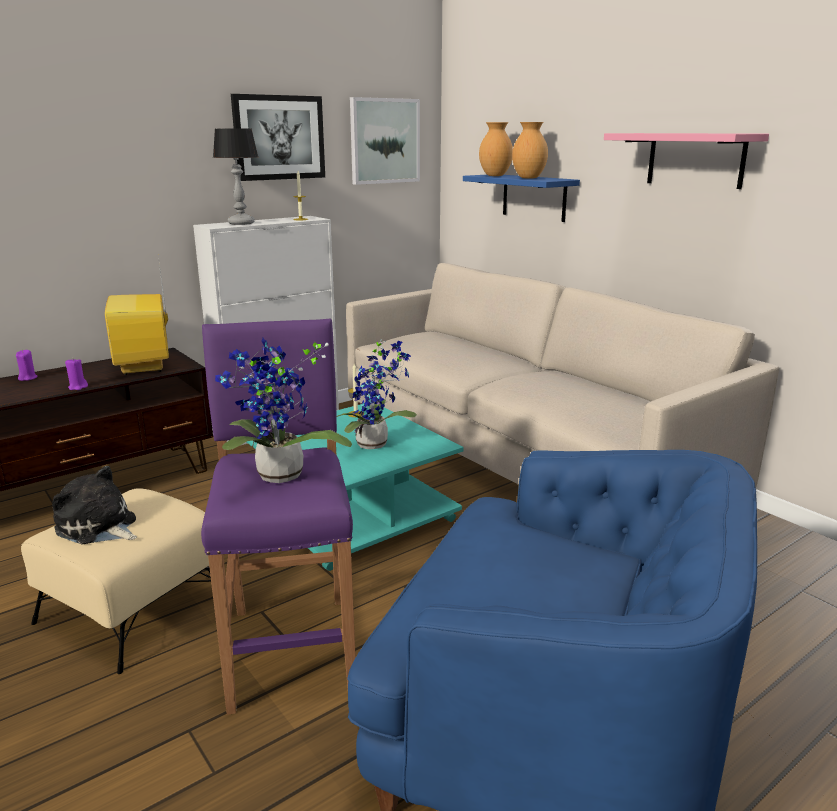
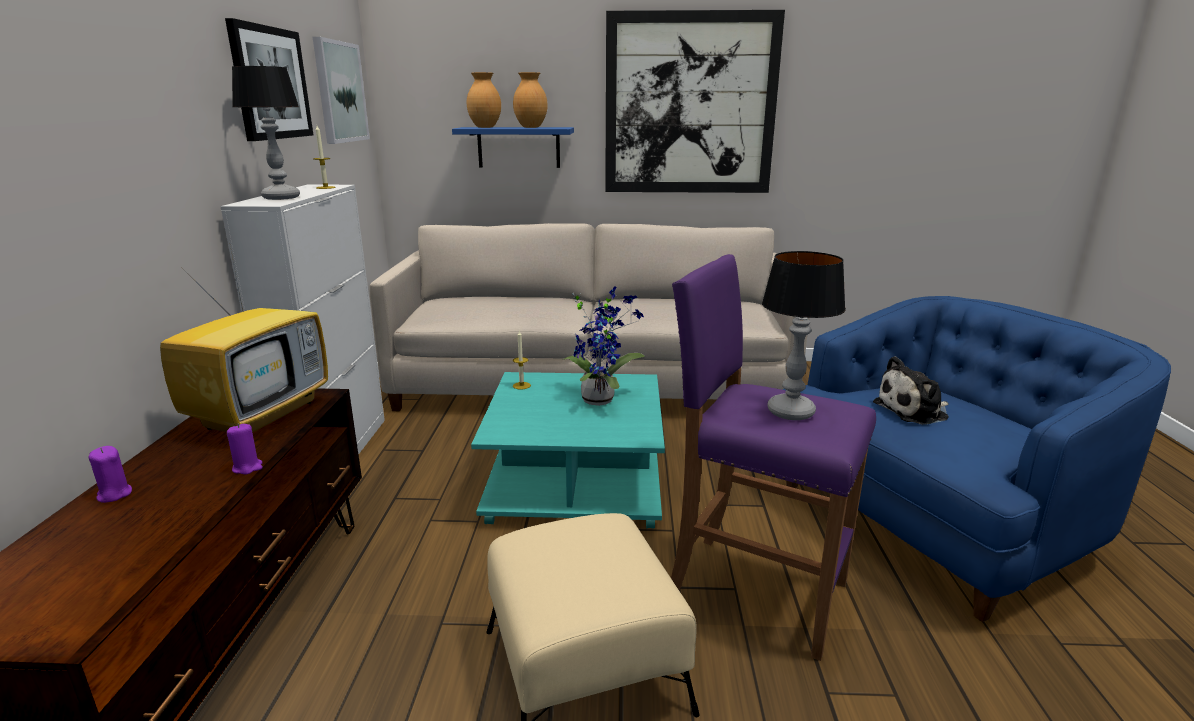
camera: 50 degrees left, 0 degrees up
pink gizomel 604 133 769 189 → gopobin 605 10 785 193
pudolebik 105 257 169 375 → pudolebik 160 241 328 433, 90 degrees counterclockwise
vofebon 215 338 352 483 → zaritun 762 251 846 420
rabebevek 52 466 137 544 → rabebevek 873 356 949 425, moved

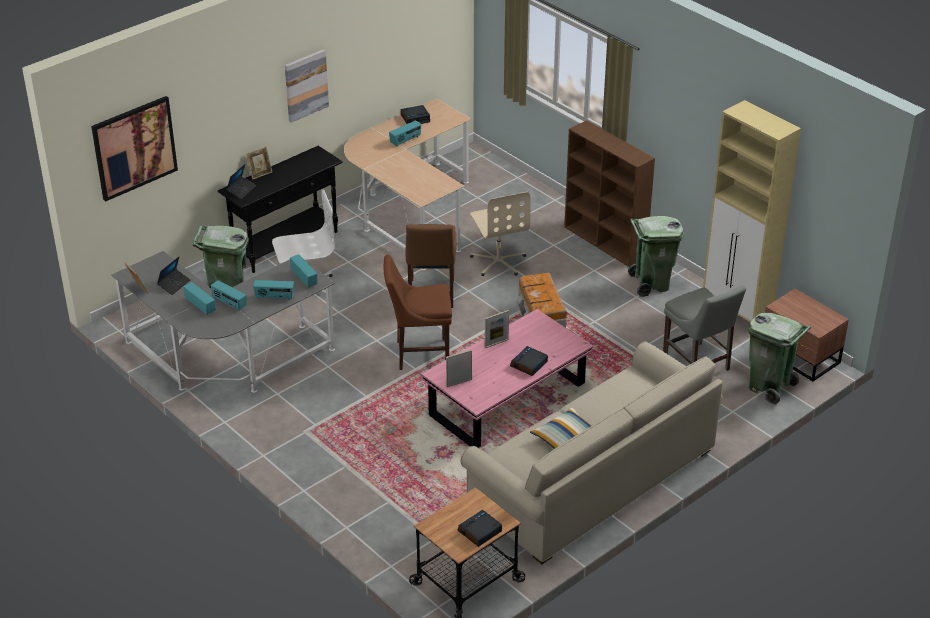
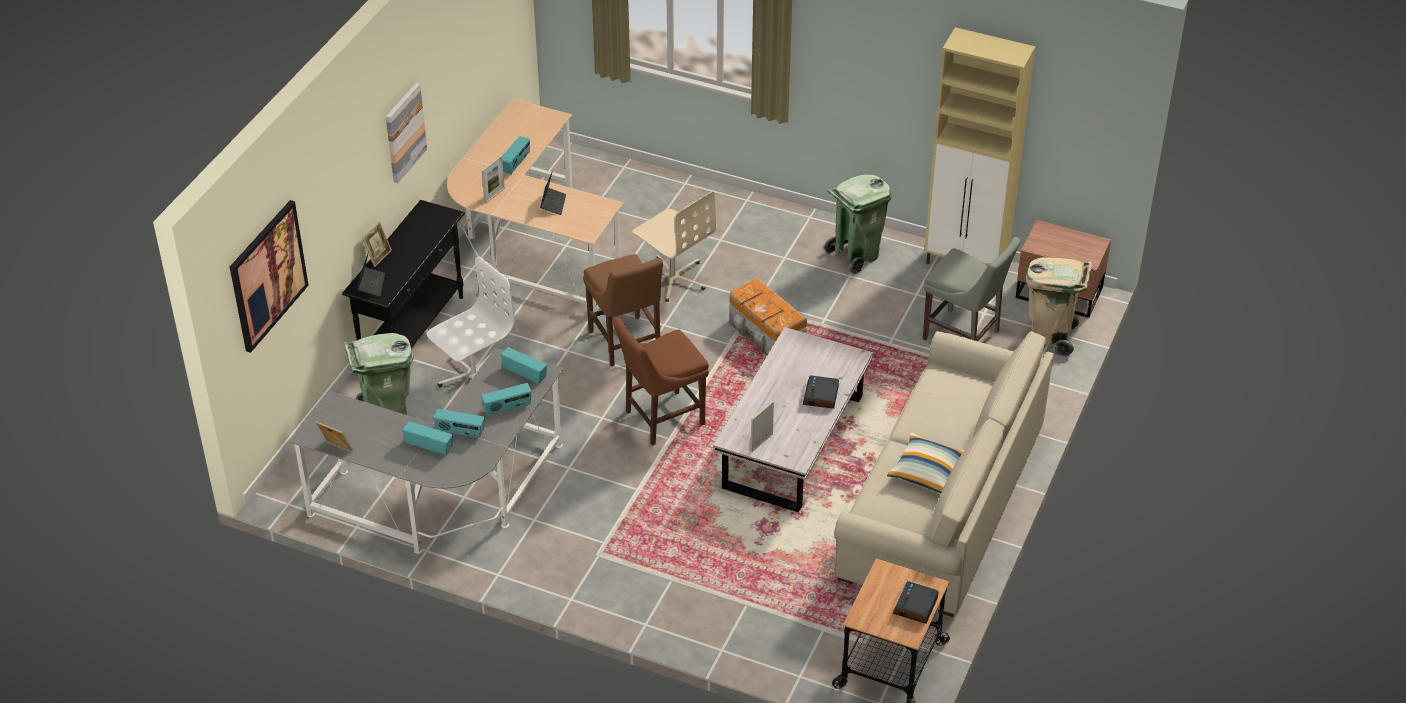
camera: 25 degrees left, 5 degrees up
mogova 401 105 430 124 → -
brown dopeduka 564 120 655 267 → -
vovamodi 157 257 191 295 → vovamodi 540 171 566 215, moved
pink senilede 421 309 593 448 → white senilede 713 327 873 512
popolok 485 310 509 348 → popolok 482 155 505 204, moved
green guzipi 748 313 811 405 → beige guzipi 1026 257 1092 357

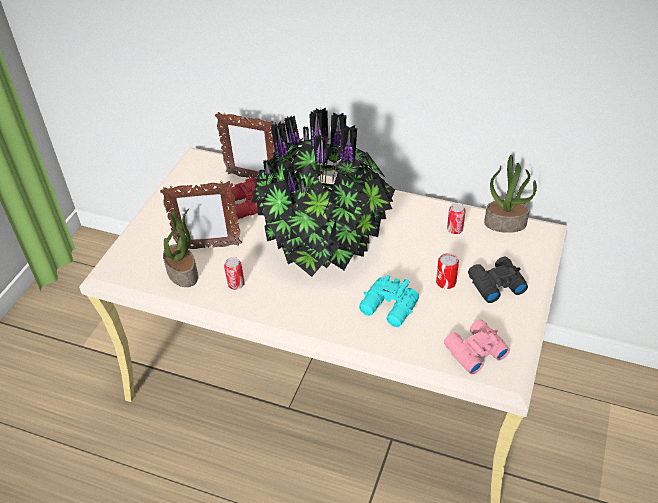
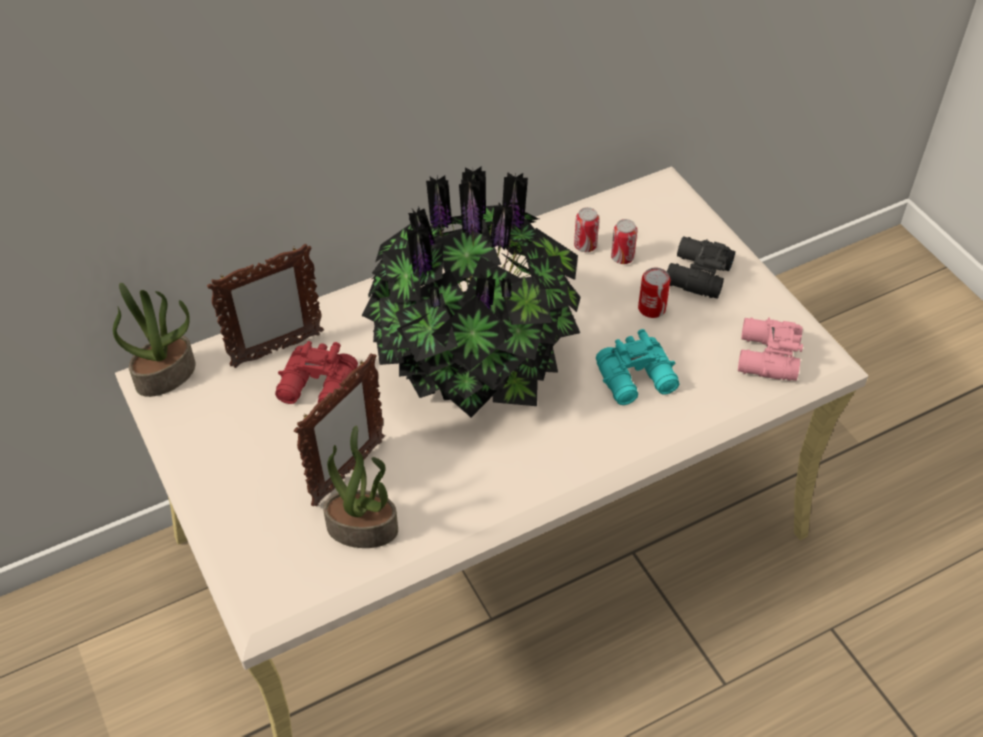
camera: 50 degrees left, 5 degrees up
vofebon 484 155 537 233 → vofebon 113 283 196 397, moved
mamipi 224 257 245 290 → mamipi 611 219 637 264, moved

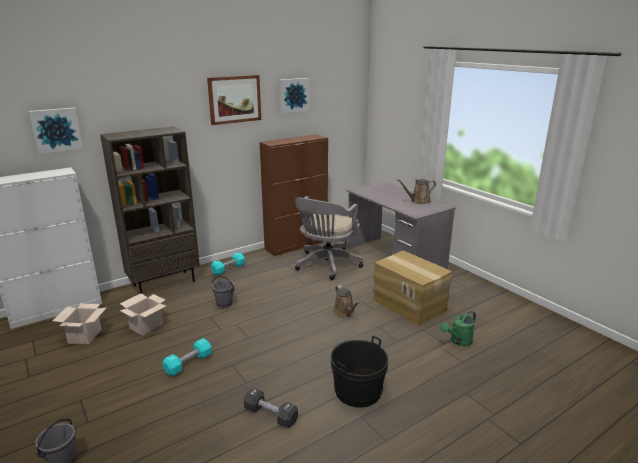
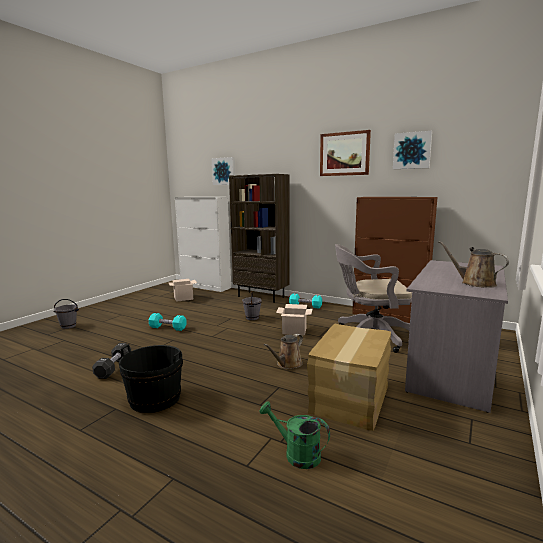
camera: 65 degrees right, 10 degrees down
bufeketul 120 293 166 336 → bufeketul 276 304 313 336, moved

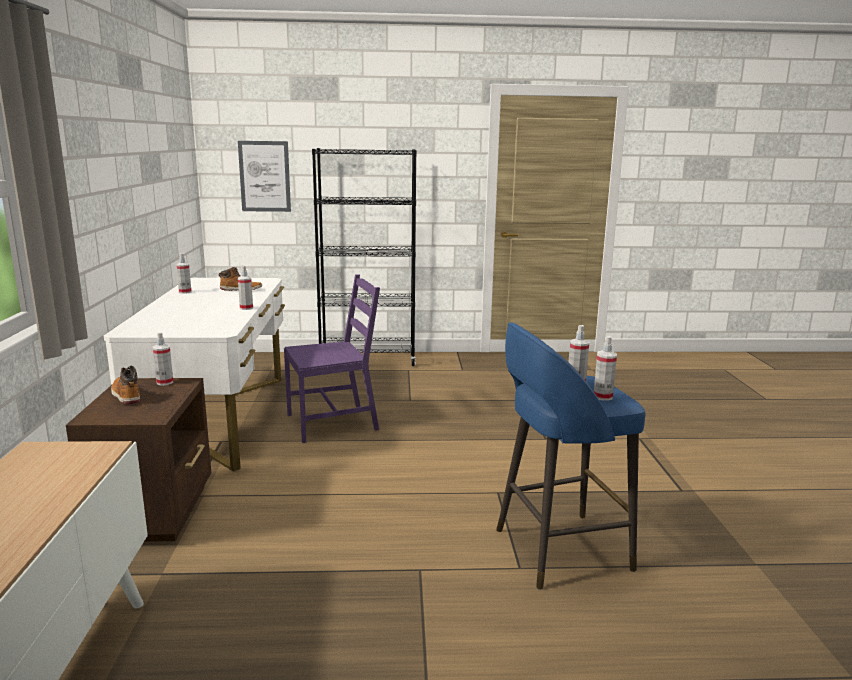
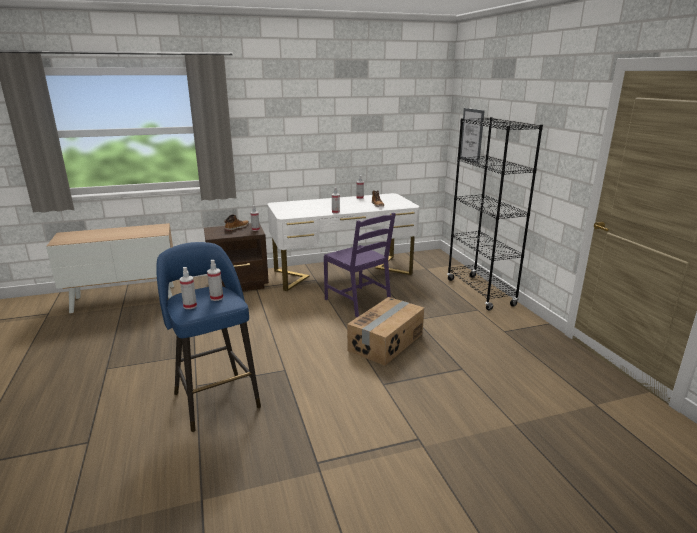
camera: 75 degrees right, 5 degrees up
- → bufeketul 347 297 424 366

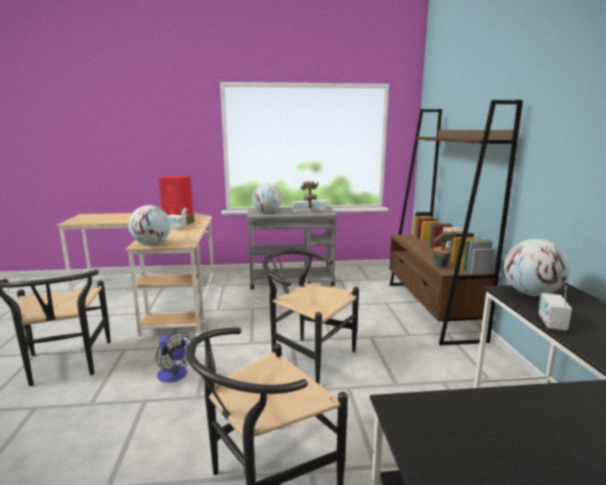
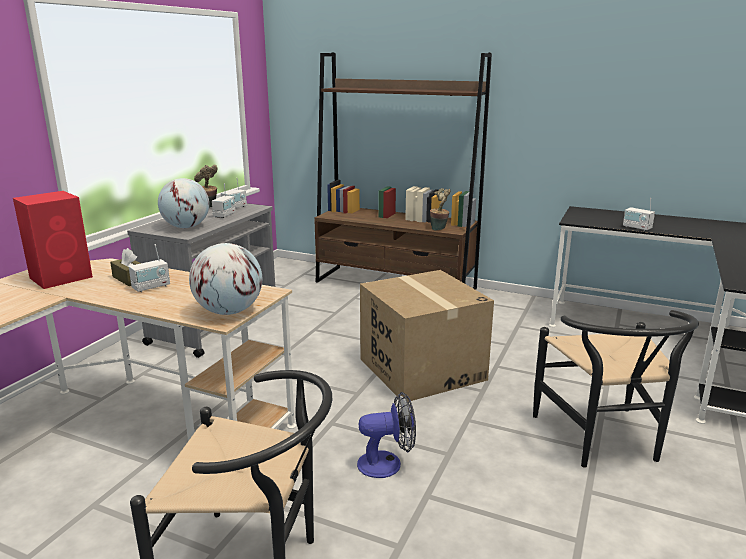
camera: 60 degrees left, 5 degrees up
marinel 504 239 570 296 → -
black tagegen 263 250 359 385 → bufeketul 360 270 494 402

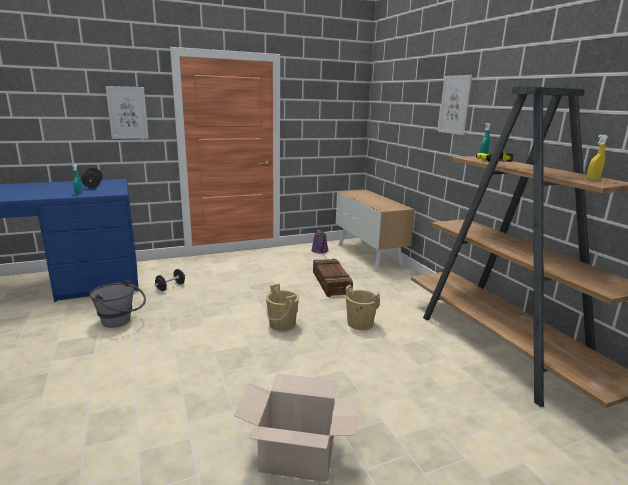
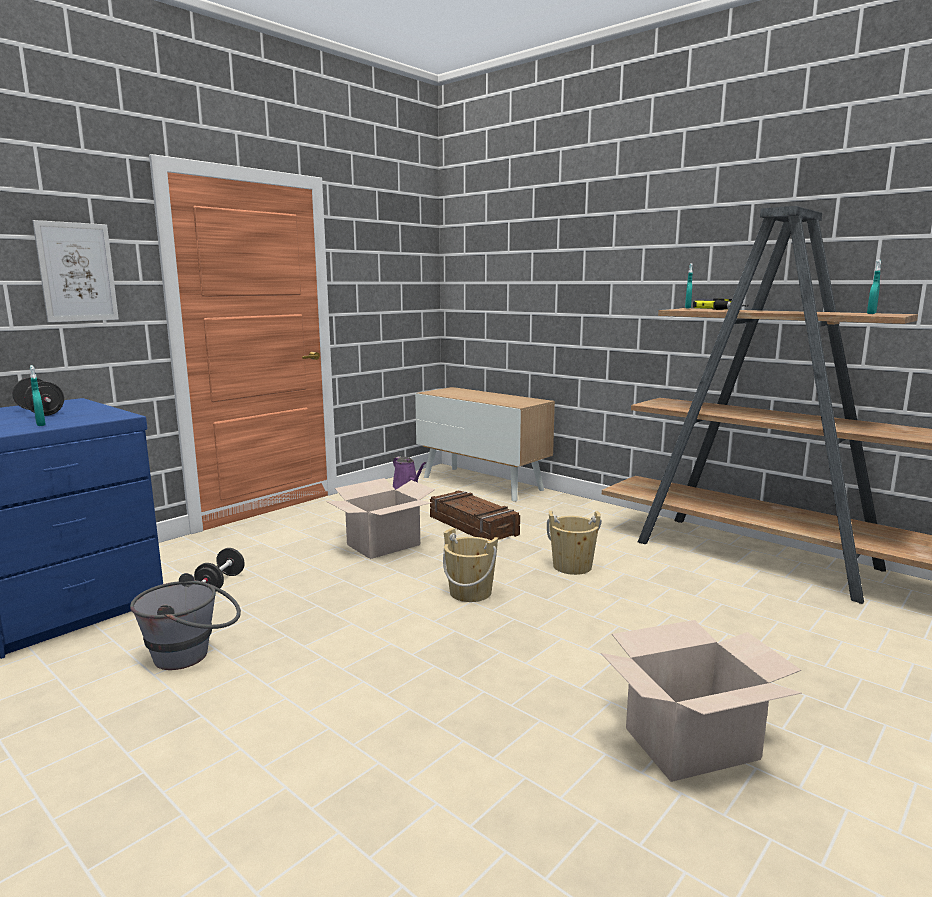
camera: 25 degrees left, 5 degrees down
gopobin 438 75 472 135 → -
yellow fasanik 587 135 608 180 → turquoise fasanik 867 259 881 314
- → bufeketul 326 478 435 559

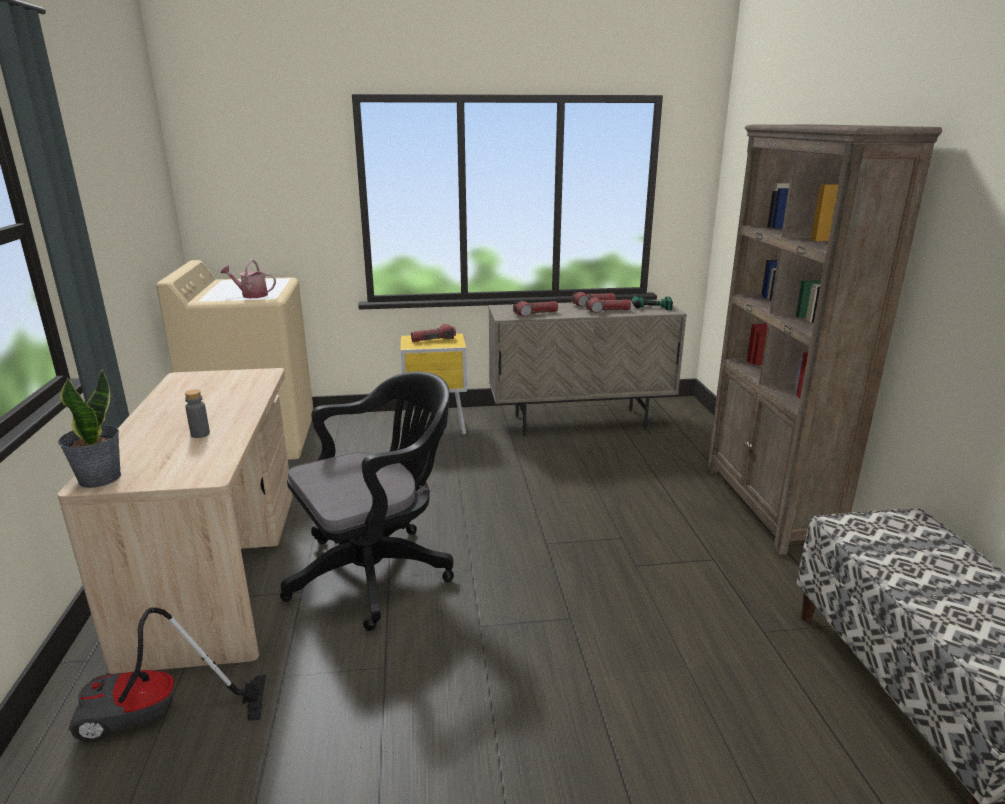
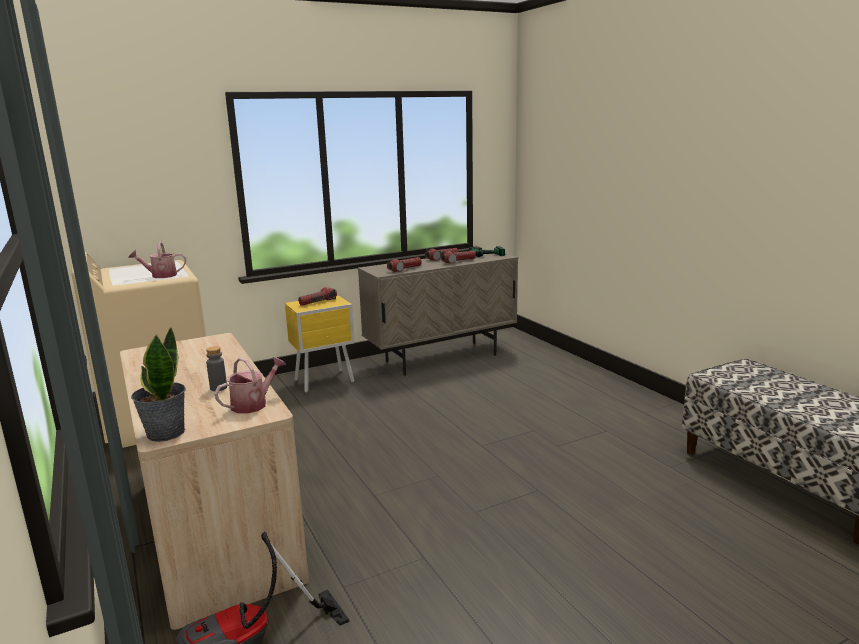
camera: 20 degrees left, 5 degrees down
brown dopeduka 706 124 942 555 → -
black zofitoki 280 371 454 631 → -
- → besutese 214 357 286 414

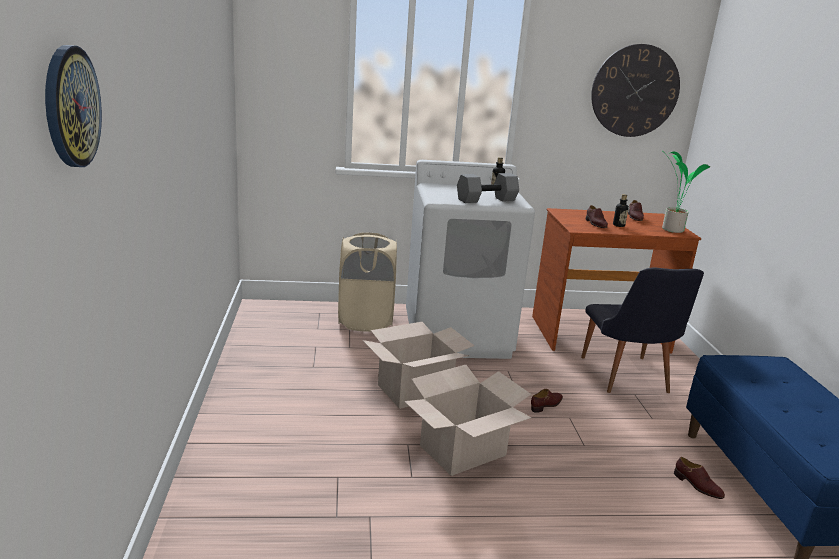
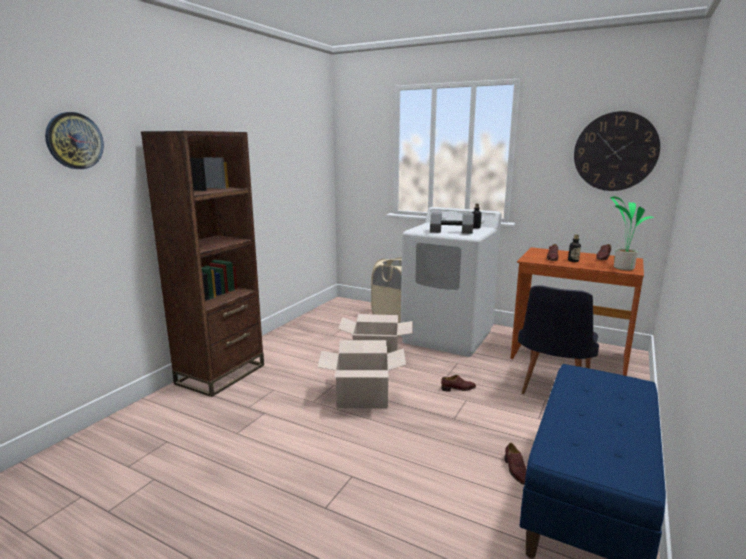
camera: 35 degrees right, 5 degrees down
- → brown dopeduka 141 131 264 397

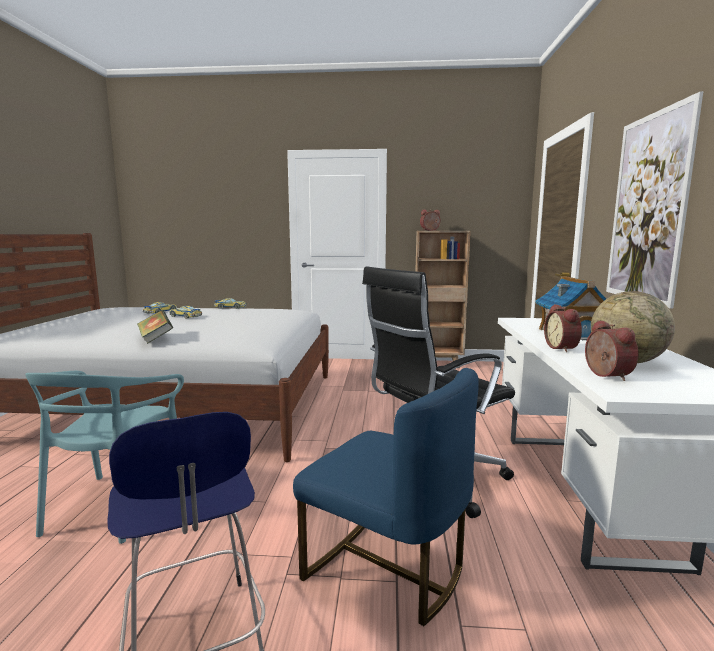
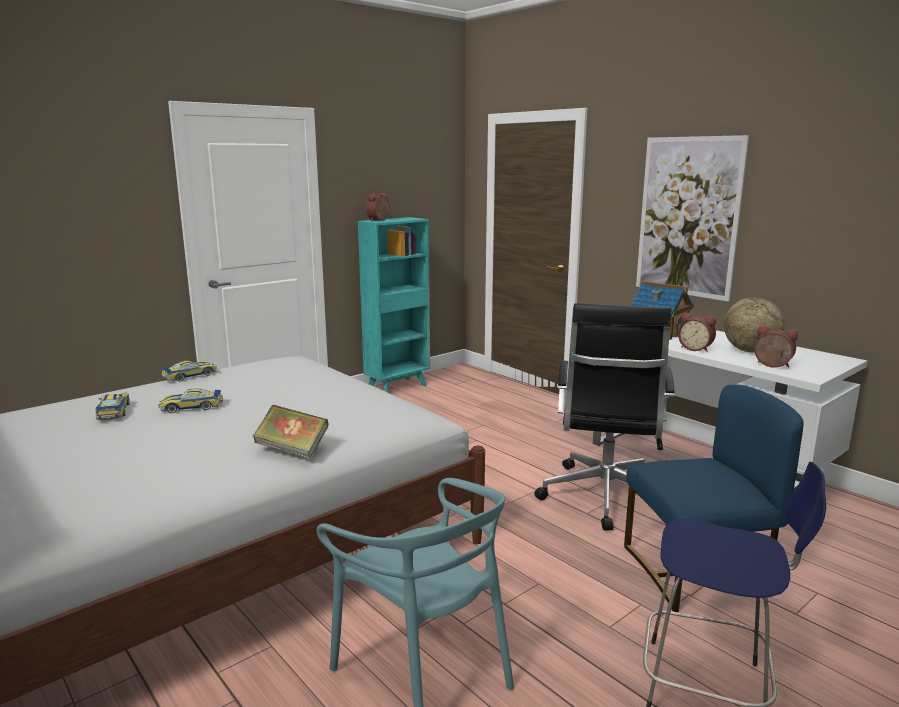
camera: 45 degrees left, 5 degrees up
brown dopeduka 415 231 471 368 → turquoise dopeduka 358 217 430 392

